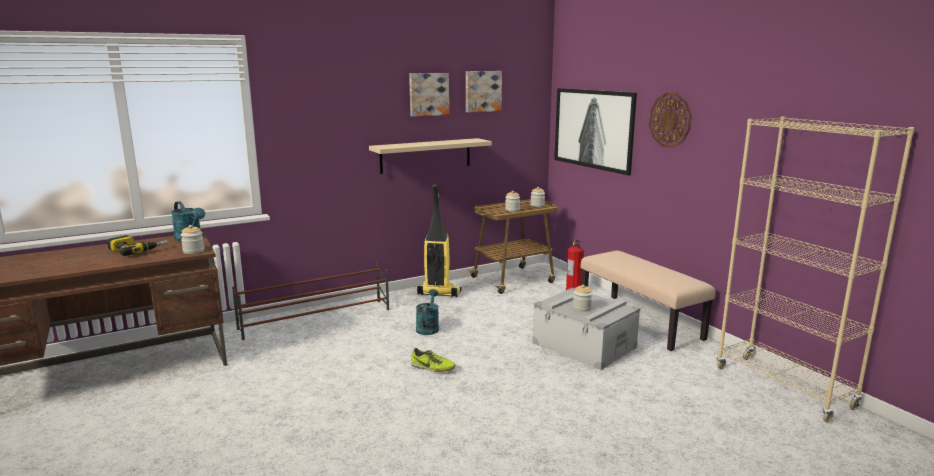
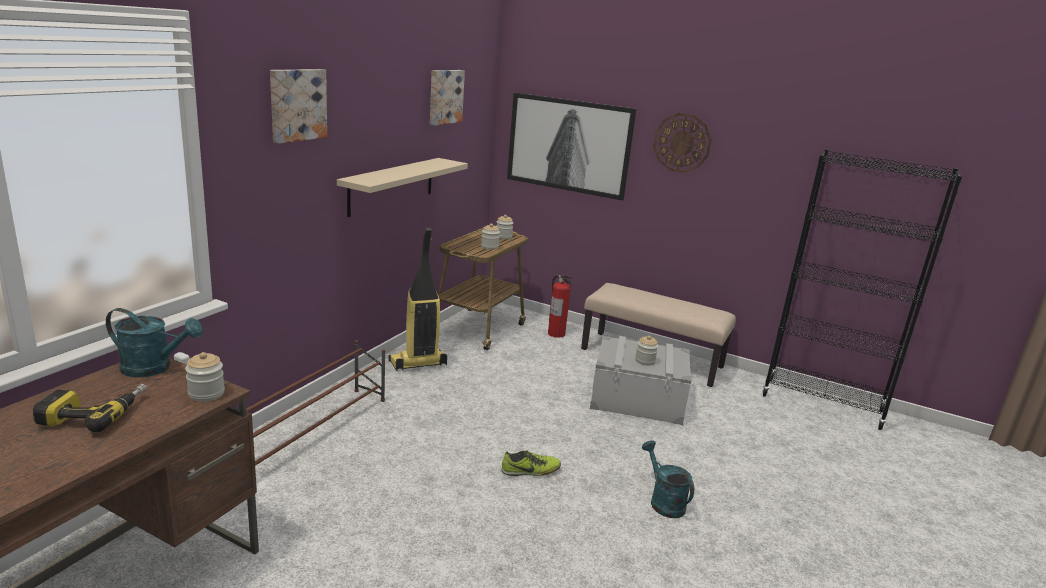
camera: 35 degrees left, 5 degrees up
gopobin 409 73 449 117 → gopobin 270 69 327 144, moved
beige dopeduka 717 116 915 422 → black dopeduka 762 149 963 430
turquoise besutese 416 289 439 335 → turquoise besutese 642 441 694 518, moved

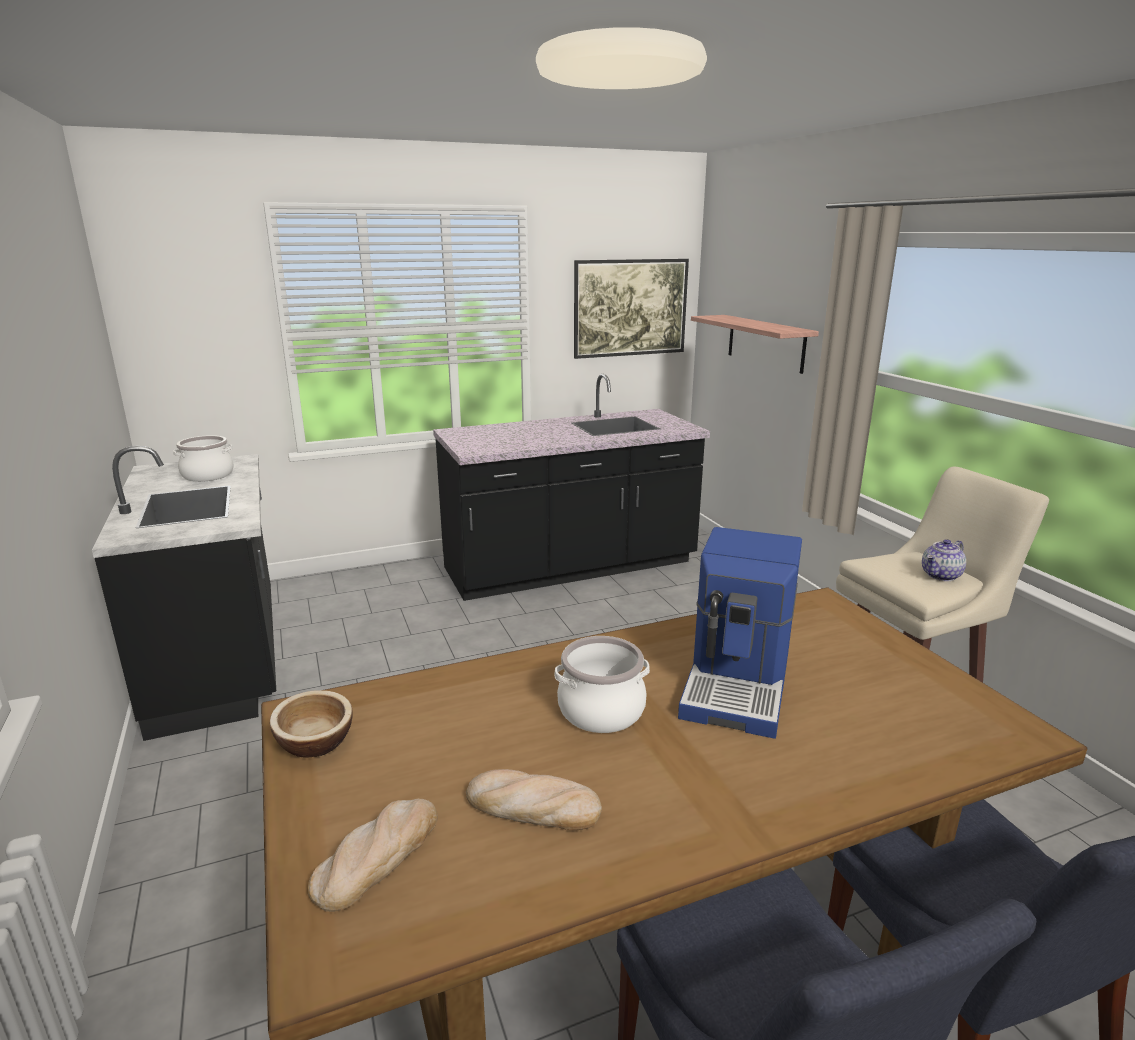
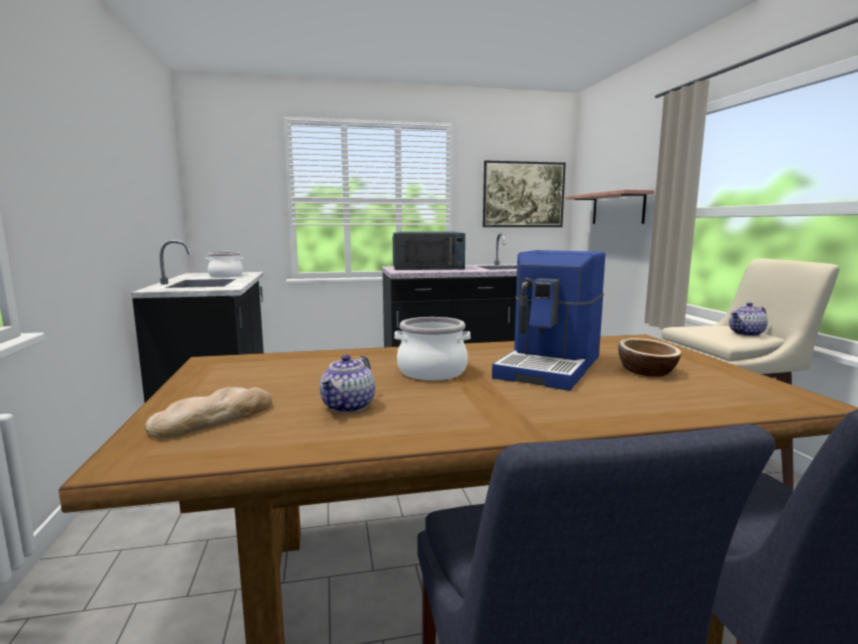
camera: 10 degrees right, 10 degrees down
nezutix 270 690 353 757 → nezutix 618 338 682 377, moved
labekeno 466 769 602 830 → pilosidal 320 355 375 413
- → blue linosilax 393 232 465 270

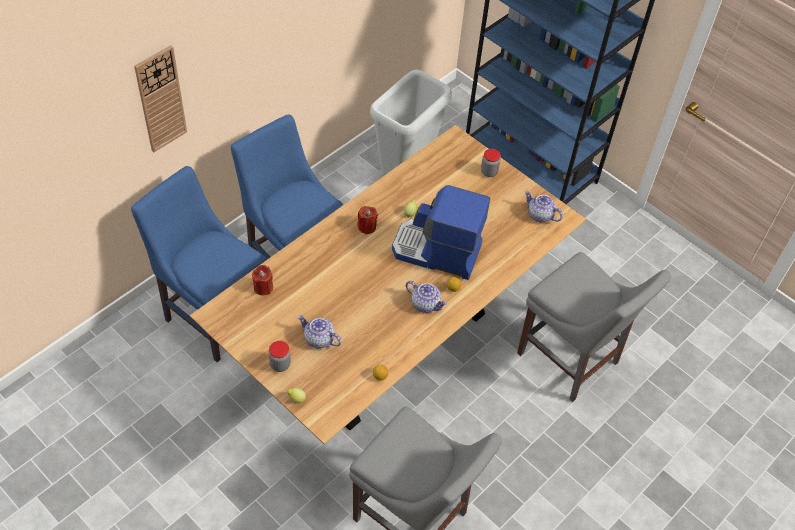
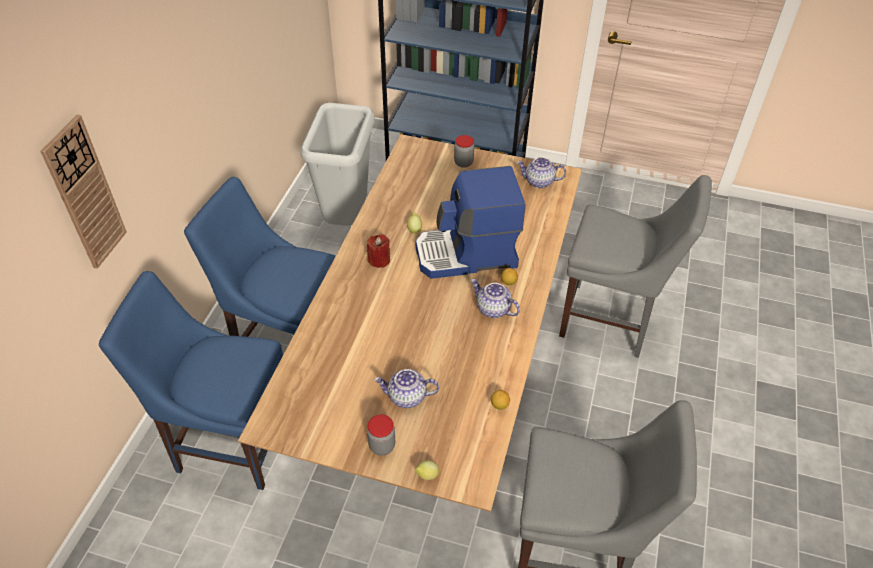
camera: 25 degrees left, 5 degrees down
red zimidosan 252 265 273 296 → -
pilosidal 406 281 448 313 → pilosidal 471 279 520 318, 150 degrees counterclockwise

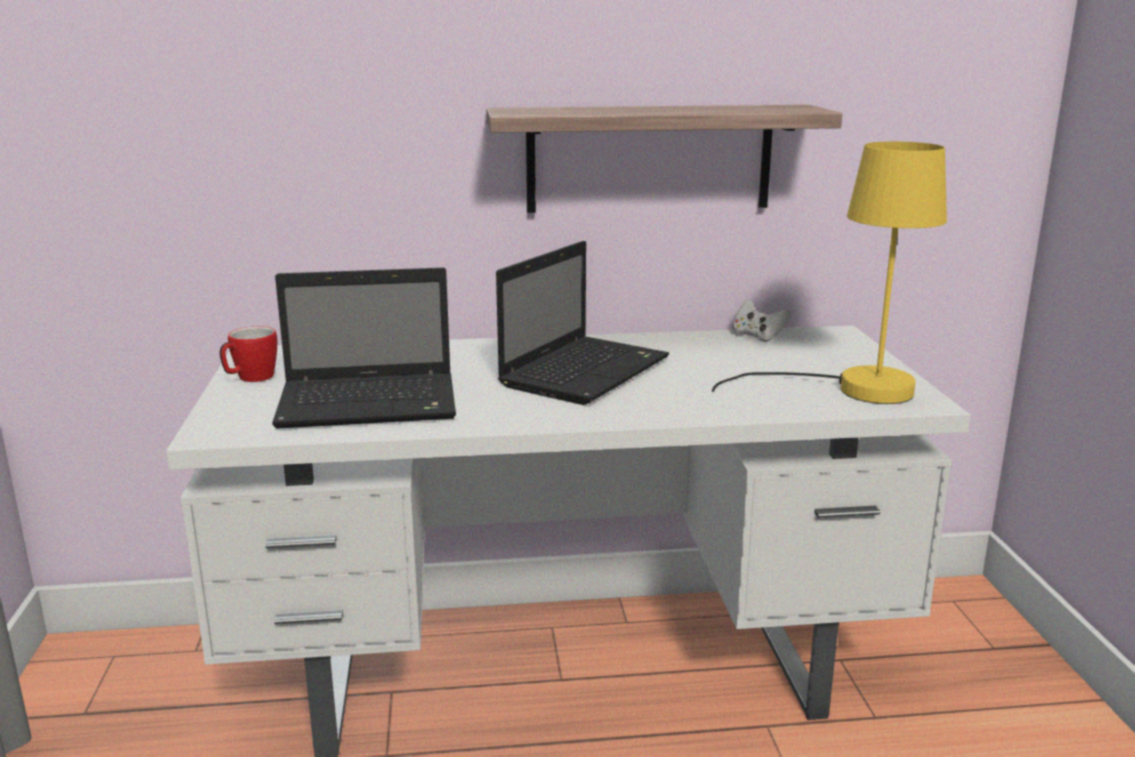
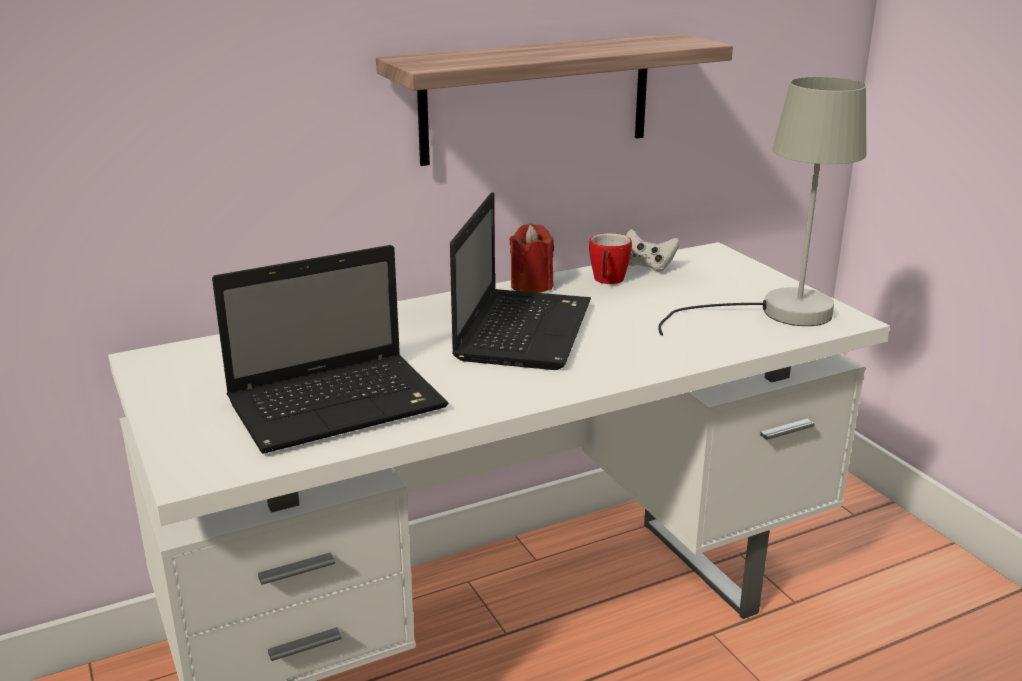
camera: 20 degrees left, 5 degrees up
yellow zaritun 712 141 947 404 → grey zaritun 658 77 866 336
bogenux 219 326 277 382 → bogenux 589 233 632 284, moved
- → red zimidosan 509 223 554 293

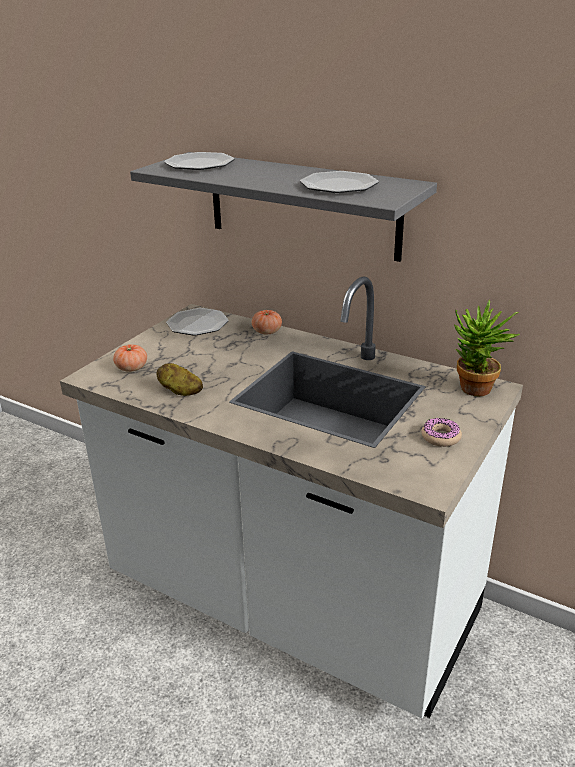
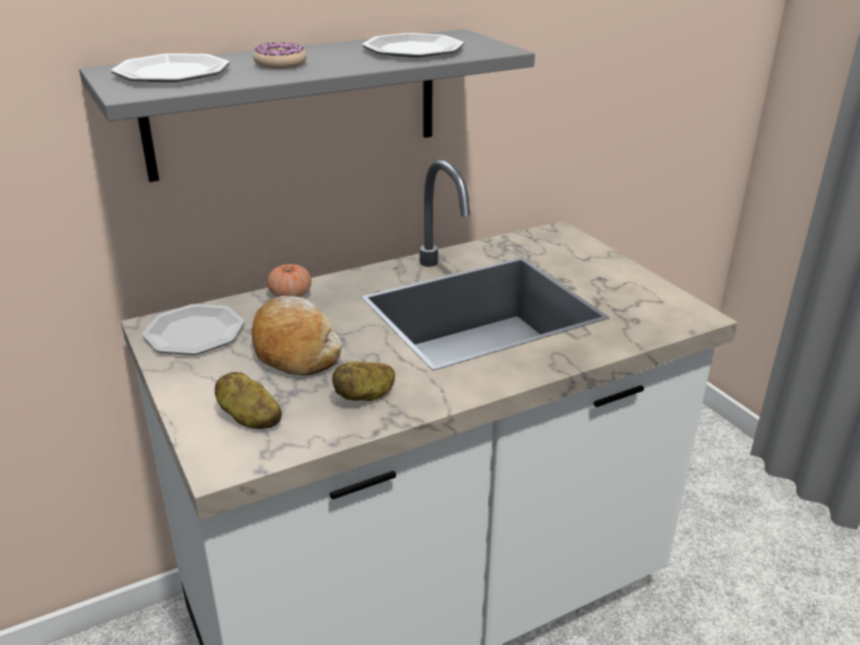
camera: 60 degrees left, 0 degrees up
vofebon 454 300 520 396 → -
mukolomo 113 344 147 372 → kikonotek 215 372 282 429
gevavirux 422 418 462 447 → gevavirux 253 43 307 69, moved
- → labekeno 252 296 342 375

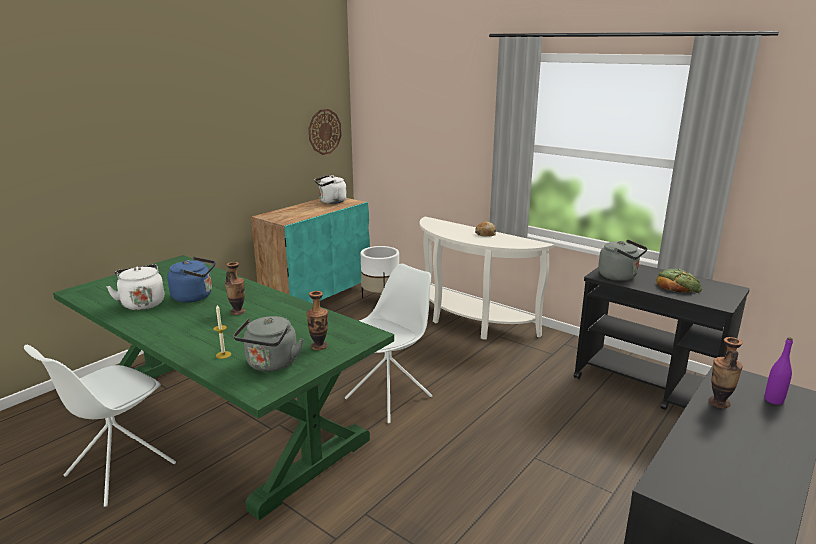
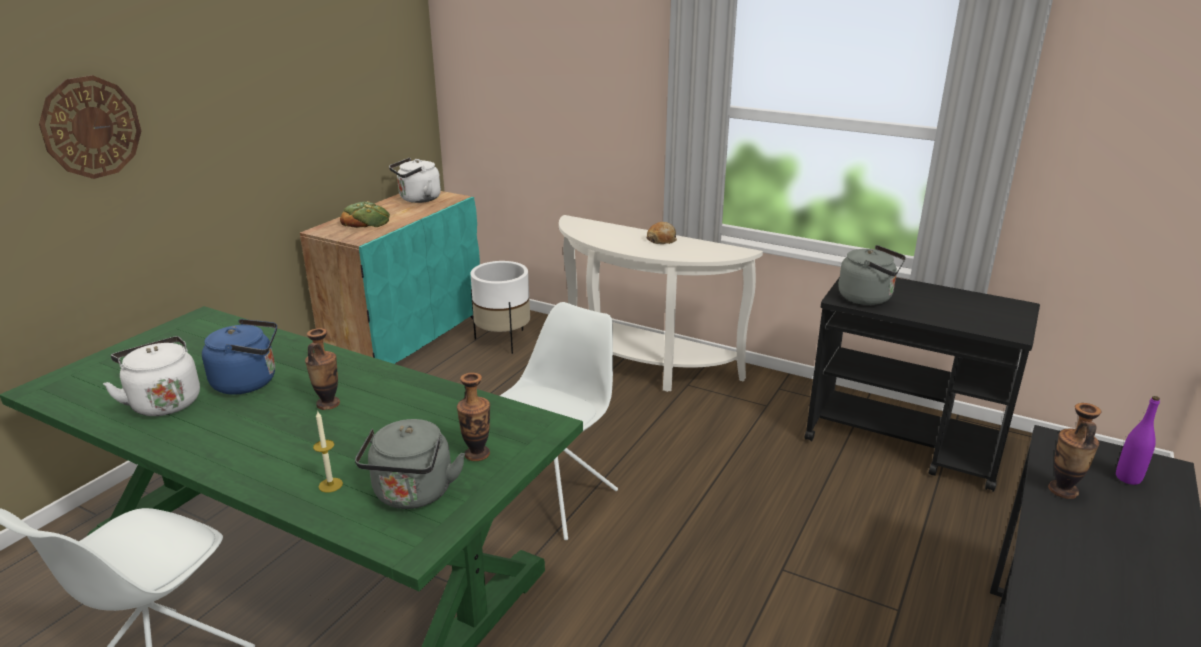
camera: 10 degrees left, 5 degrees up
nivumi 308 109 342 155 → nivumi 39 75 141 179, moved
labekeno 657 269 702 293 → labekeno 340 201 390 228, moved

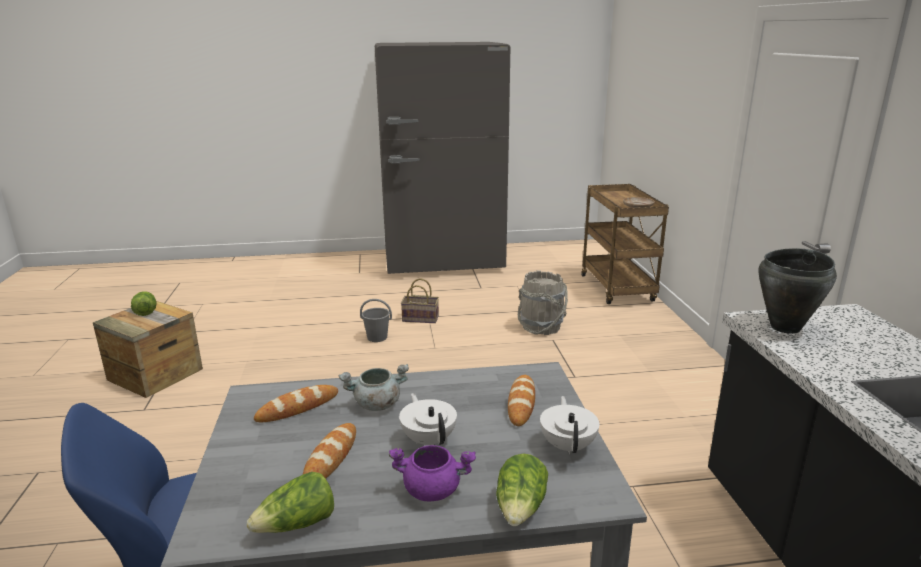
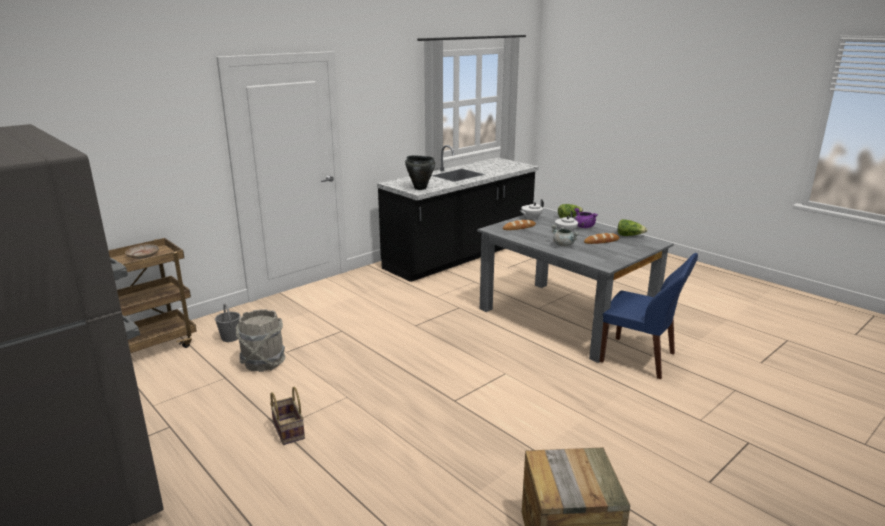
camera: 125 degrees left, 0 degrees up
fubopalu 131 291 157 316 → -
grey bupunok 360 299 392 342 → grey bupunok 215 304 240 342, moved
labekeno 254 385 338 422 → -

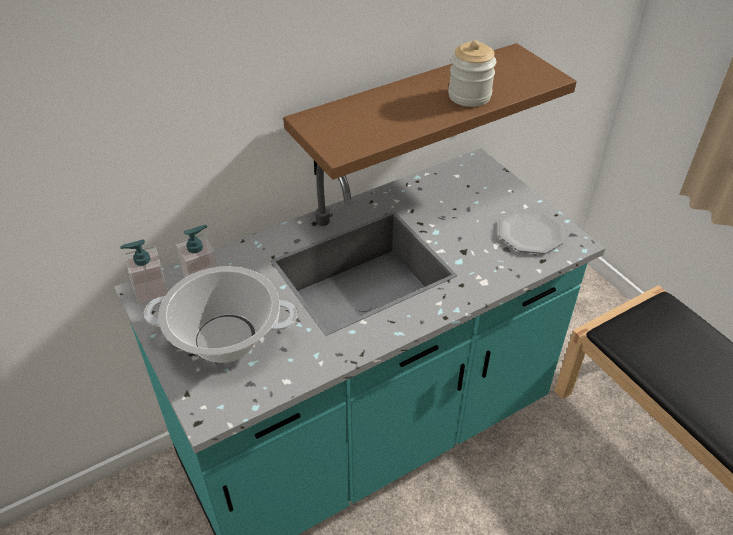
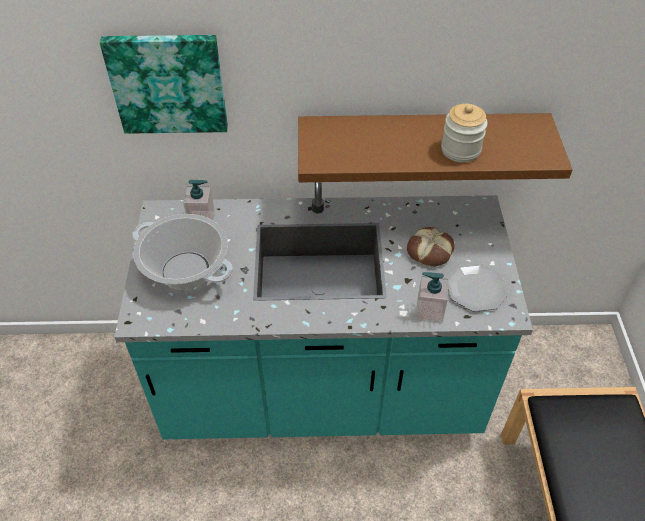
camera: 30 degrees right, 5 degrees up
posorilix 120 240 168 305 → posorilix 416 272 449 324, moved
- → gopobin 100 35 228 134
- → labekeno 407 227 455 267

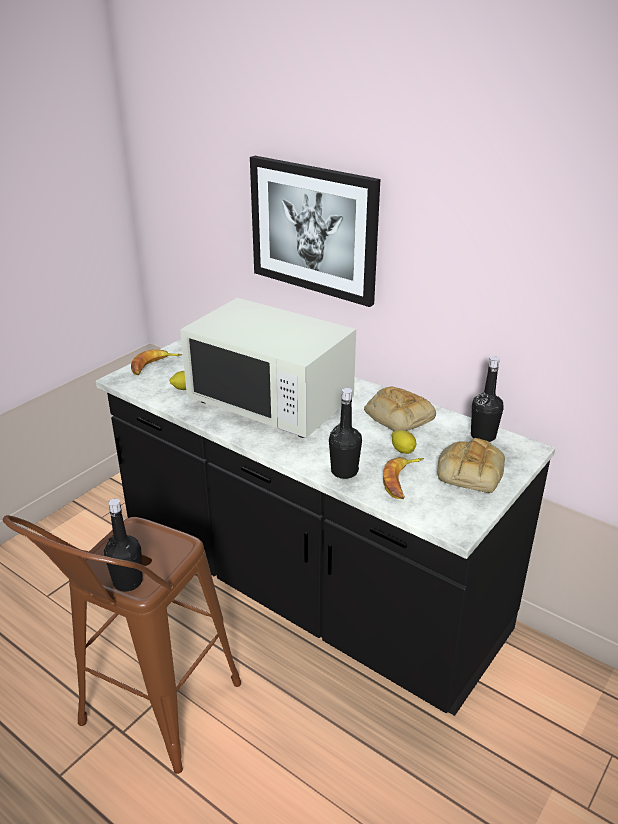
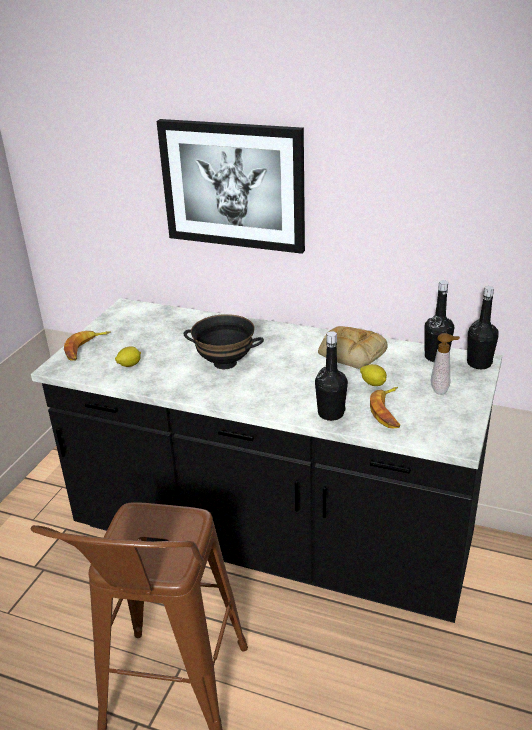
camera: 15 degrees left, 0 degrees up
white linosilax 180 298 356 438 → black nezutix 184 314 264 369
labekeno 437 438 505 493 → posorilix 431 333 460 395
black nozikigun 104 499 143 592 → black nozikigun 467 286 499 369, moved

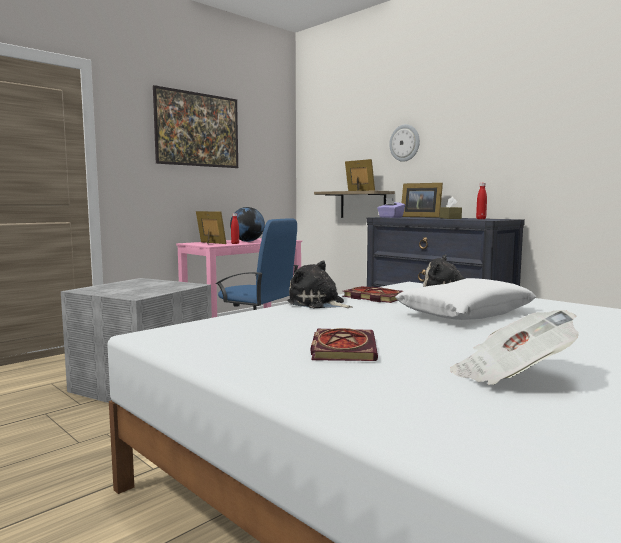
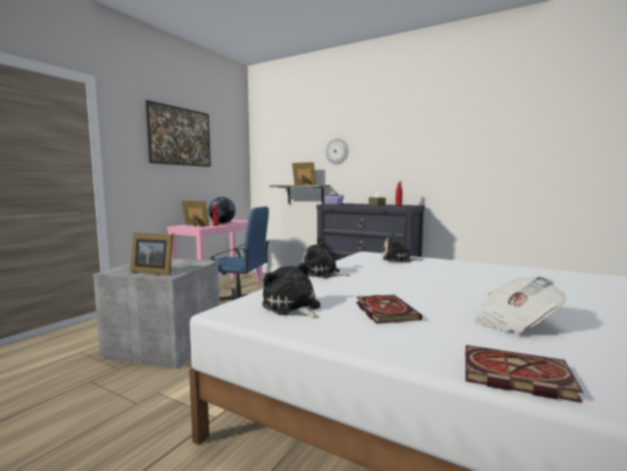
camera: 15 degrees left, 0 degrees up
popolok 402 183 443 218 → popolok 130 233 173 275, moved
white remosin 395 278 536 320 → -
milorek 342 286 403 303 → milorek 465 345 583 403, moved
- → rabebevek 263 262 320 318

